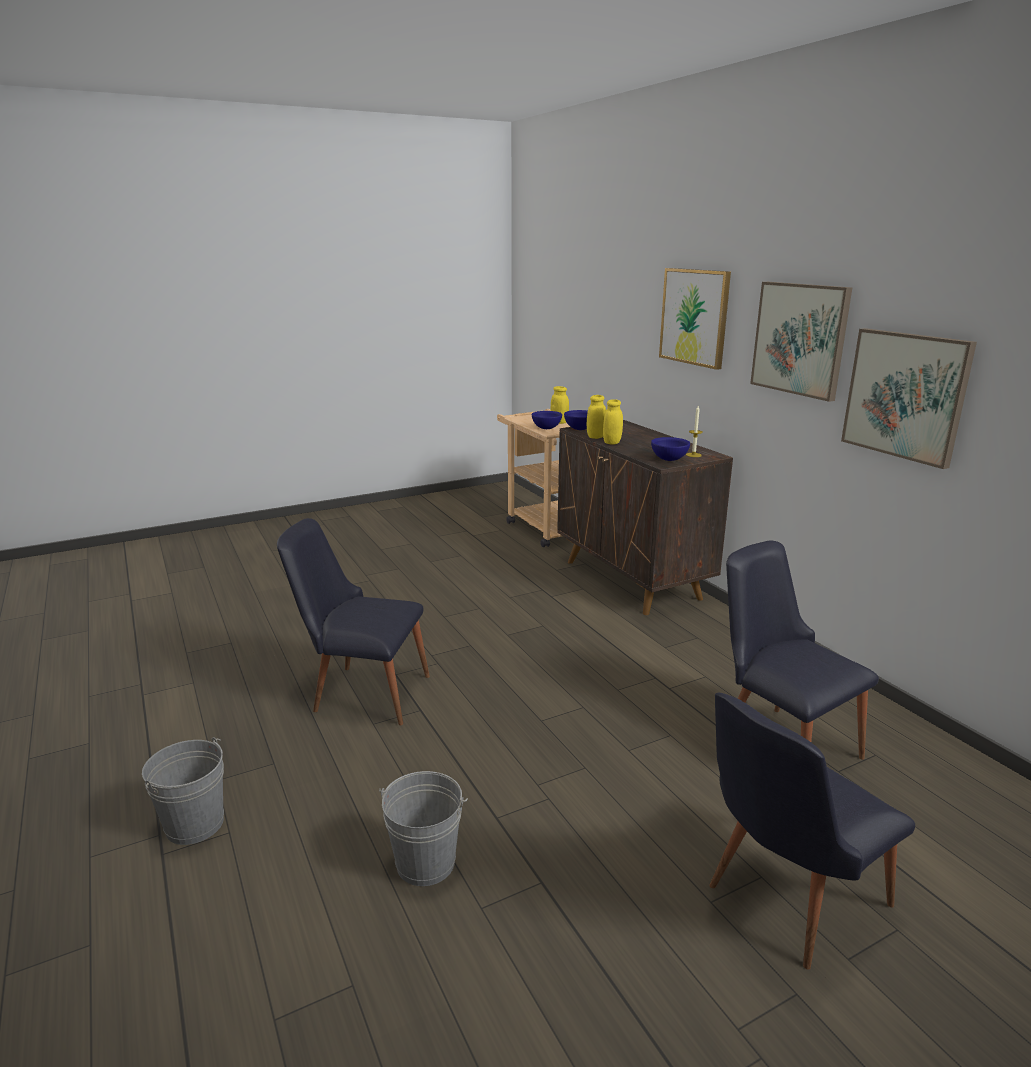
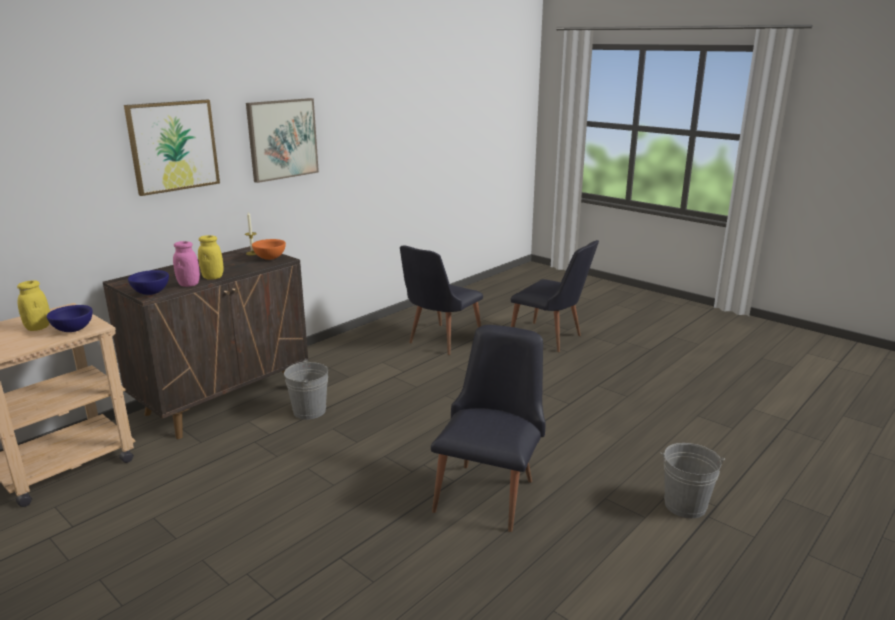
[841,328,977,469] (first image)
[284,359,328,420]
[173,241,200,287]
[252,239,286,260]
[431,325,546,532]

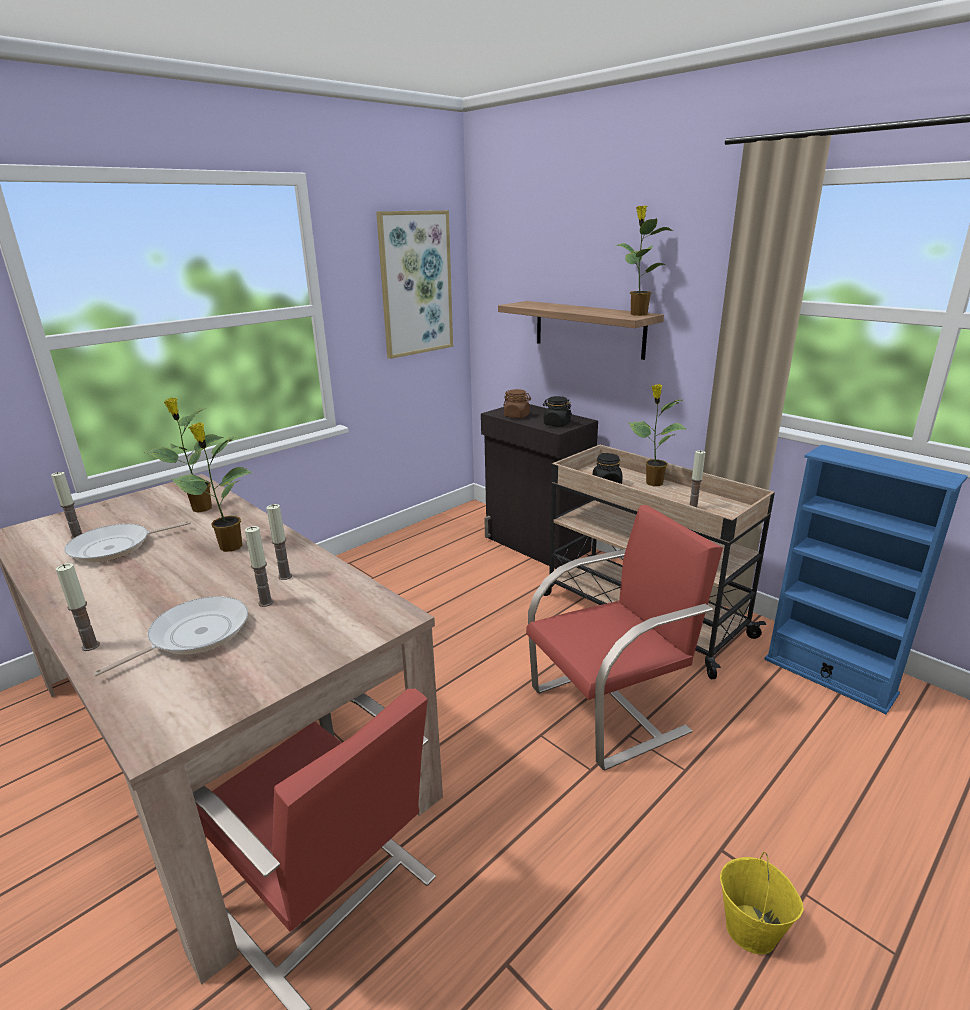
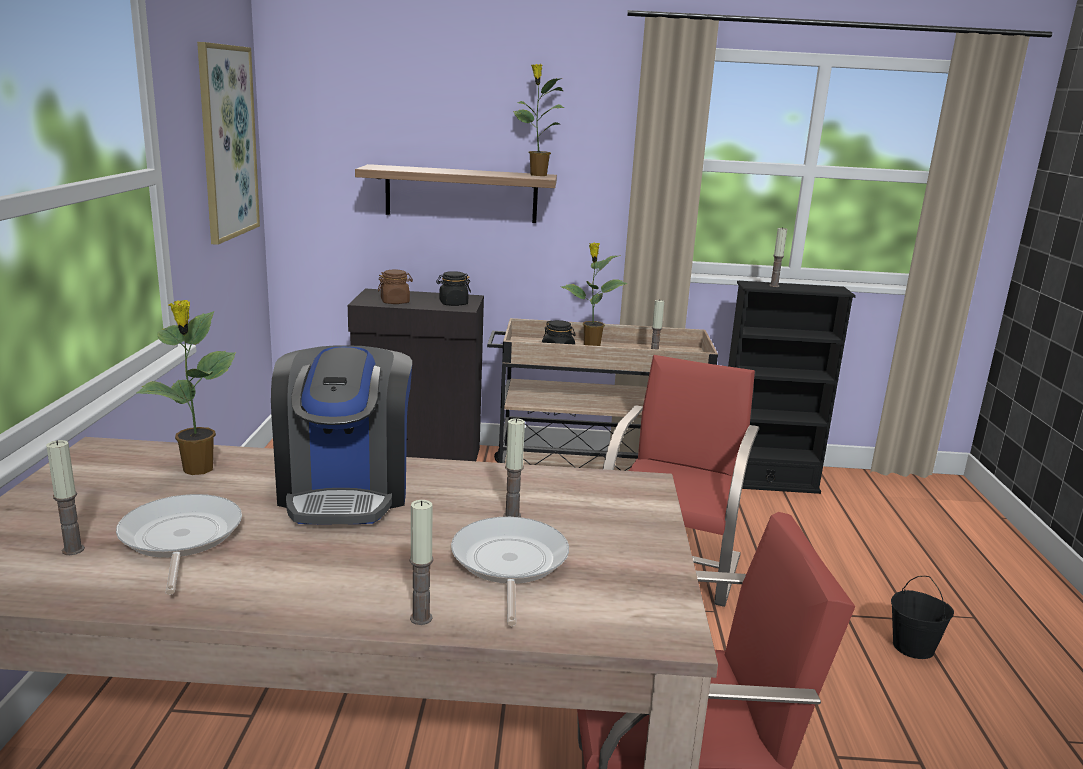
[769,228,787,287]
[271,345,412,524]
[891,576,954,659]
[728,281,856,494]
[116,494,242,595]

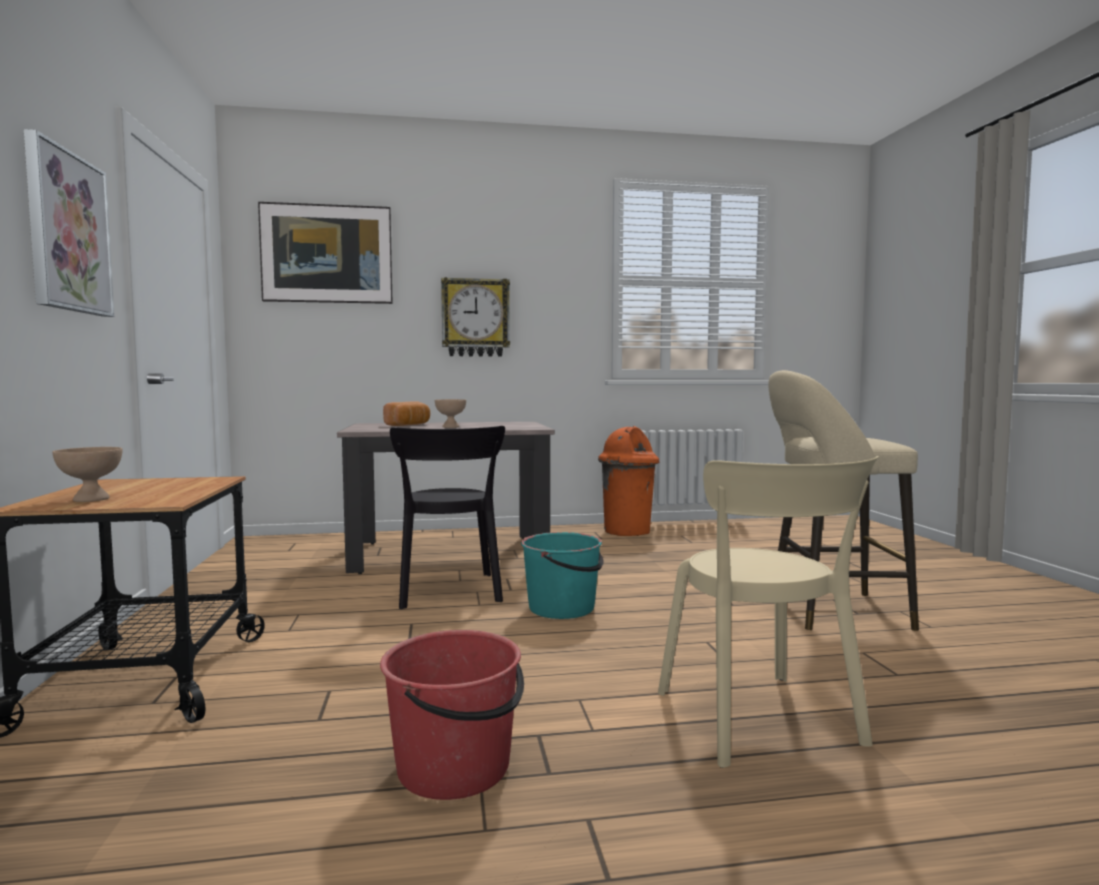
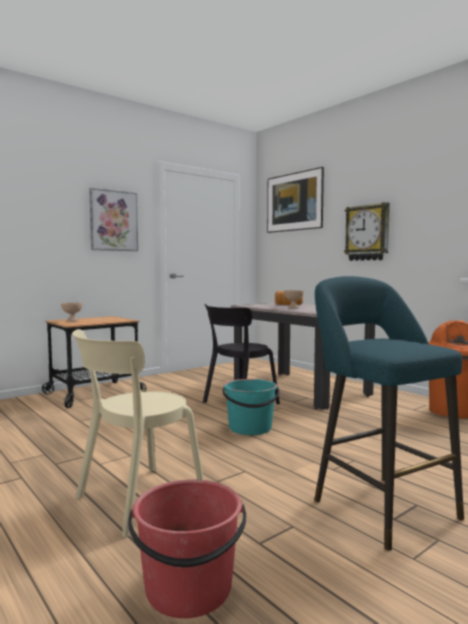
[128,480,246,618]
[314,276,464,551]

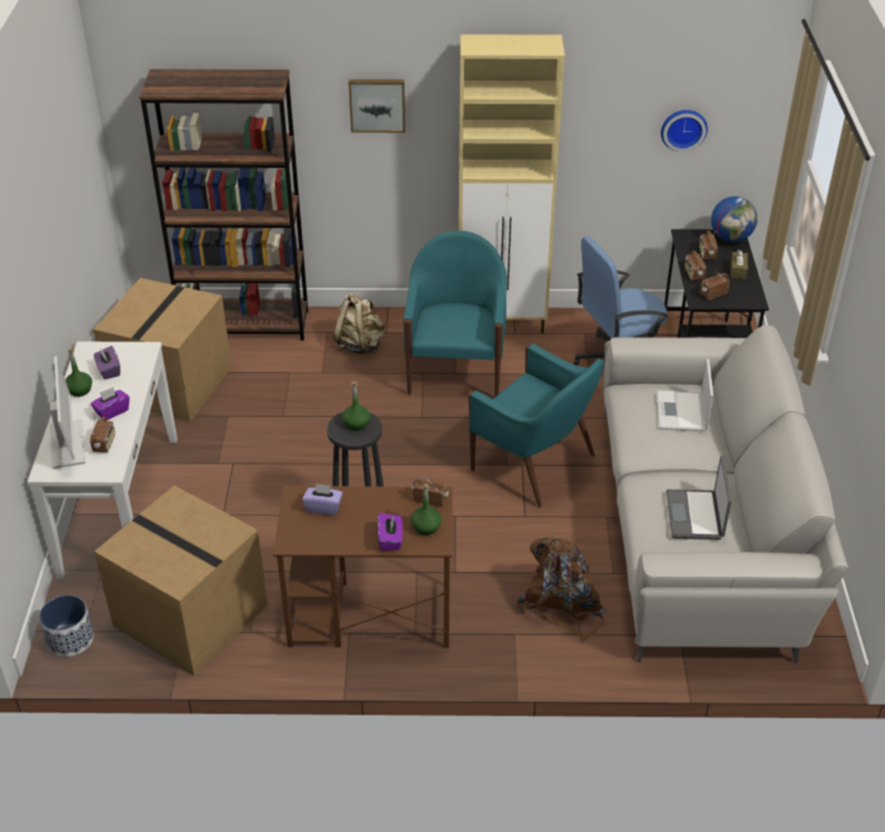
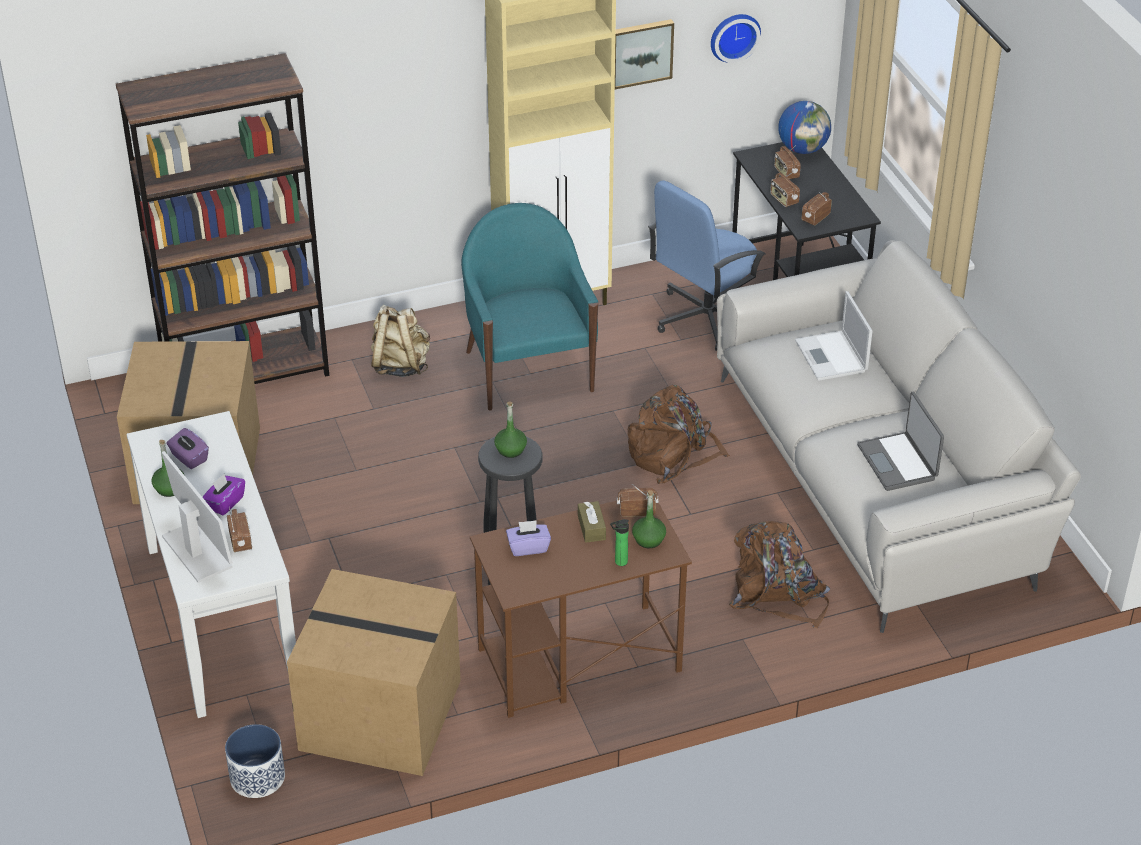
[615,19,674,89]
[578,501,606,543]
[610,519,629,566]
[627,385,730,484]

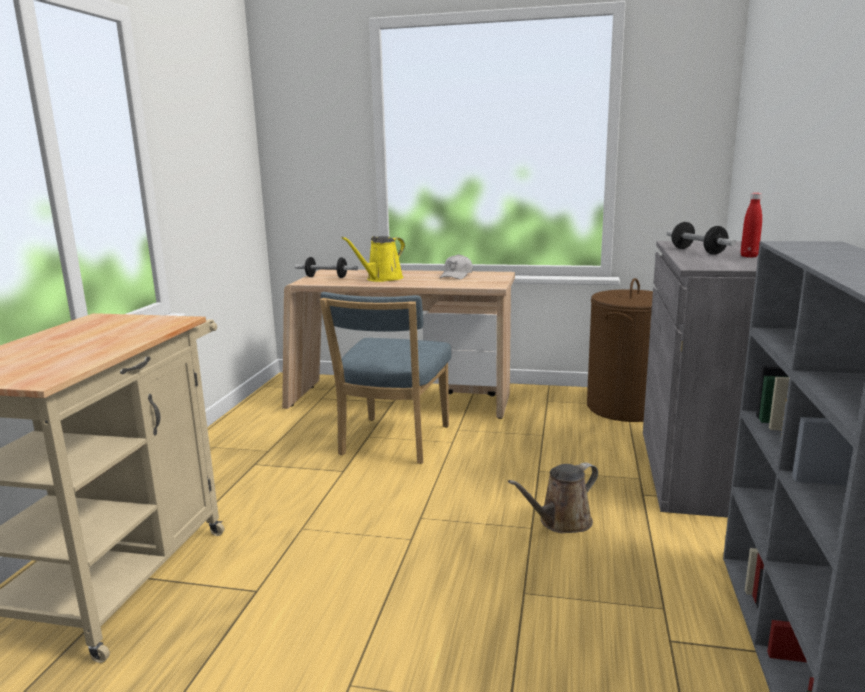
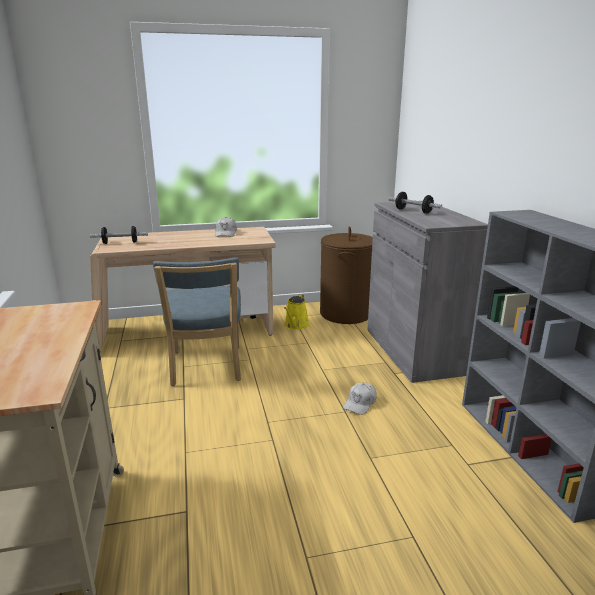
[741,193,762,258] (first image)
[284,294,310,330]
[343,383,377,415]

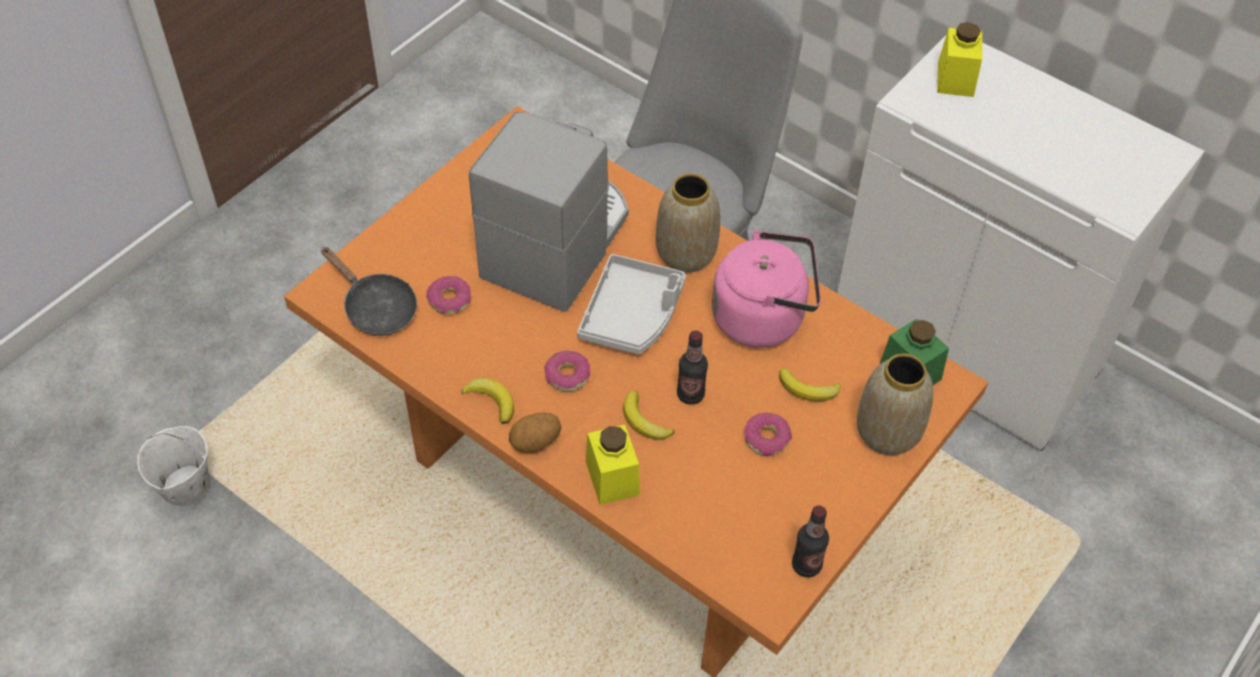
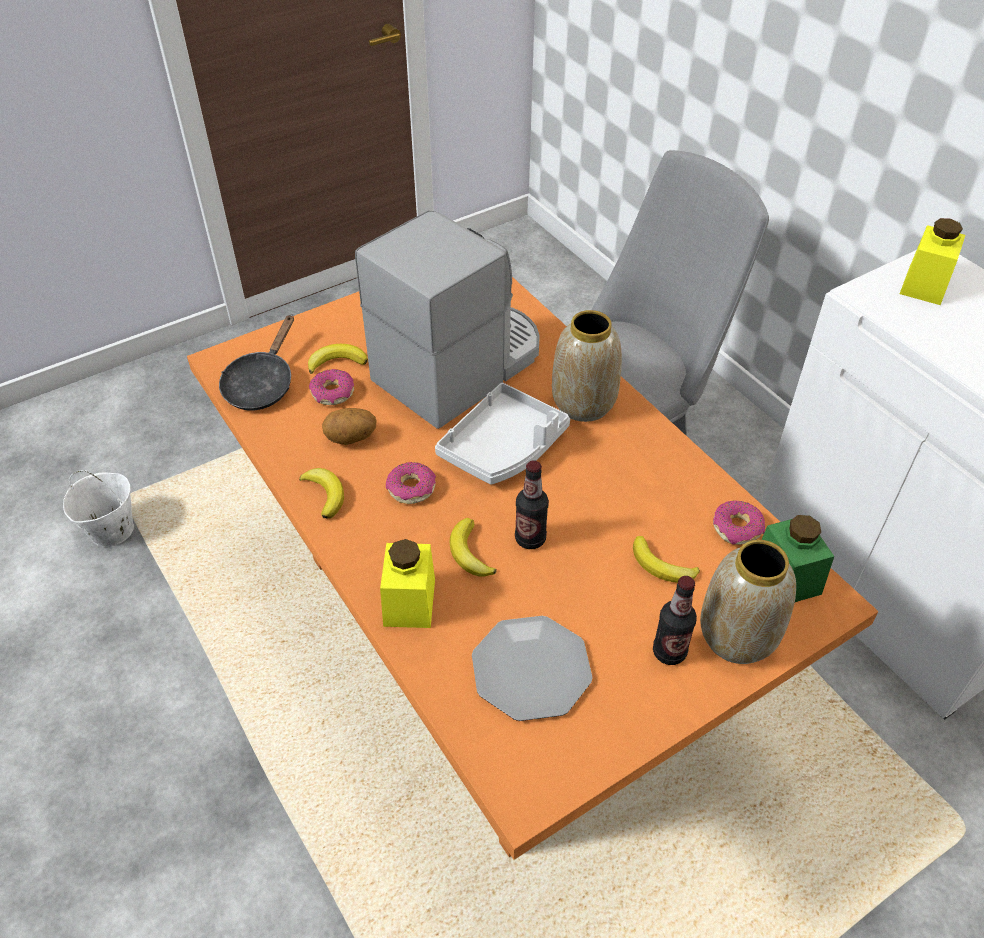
[712,230,821,348] (first image)
[308,344,368,374]
[472,616,593,721]
[322,408,376,445]
[713,500,765,545]
[653,576,697,665]
[219,315,294,411]

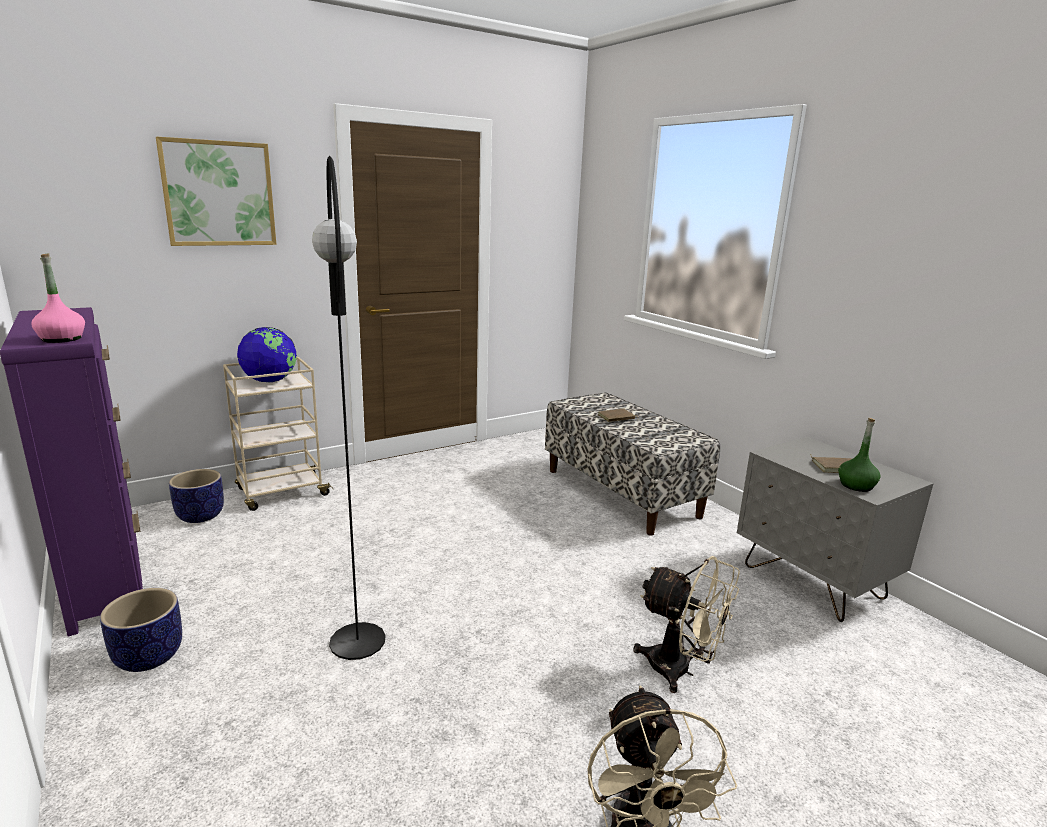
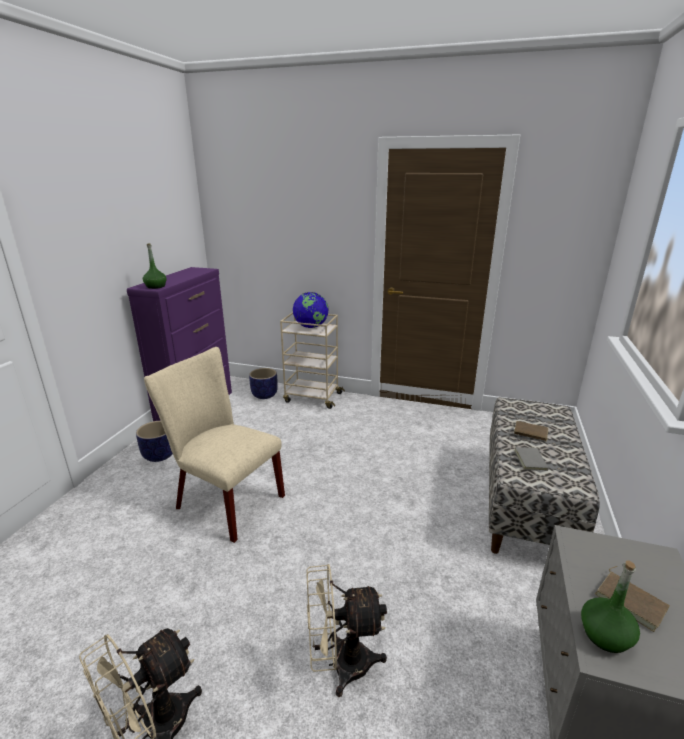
[156,136,277,246] (first image)
[515,447,549,471]
[144,347,285,543]
[143,243,167,289]
[306,564,387,697]

